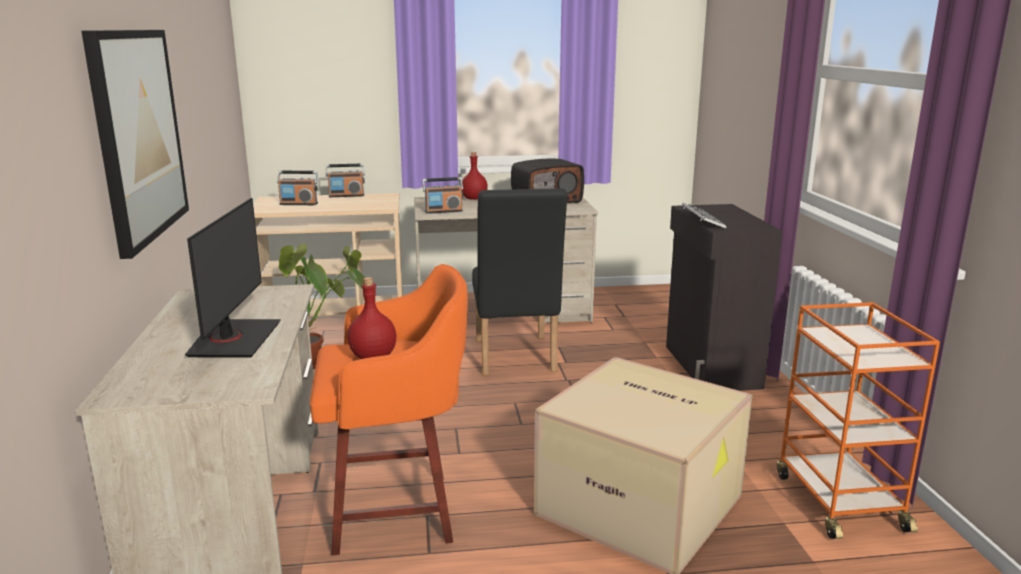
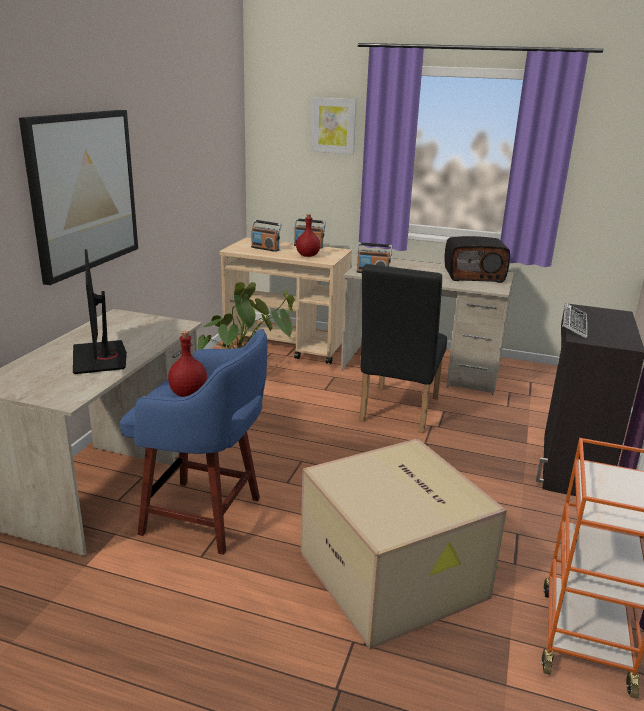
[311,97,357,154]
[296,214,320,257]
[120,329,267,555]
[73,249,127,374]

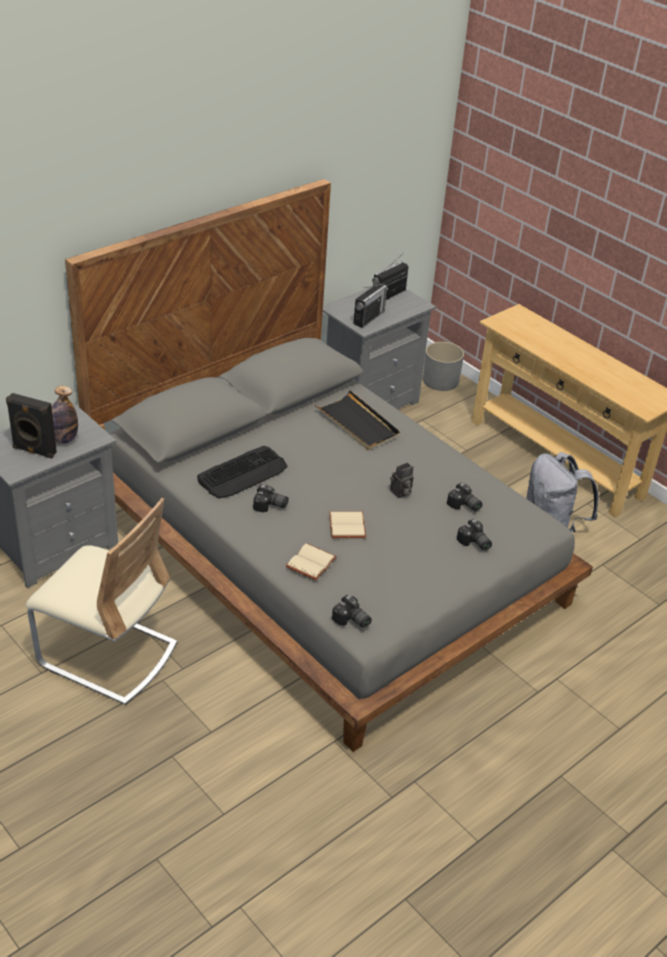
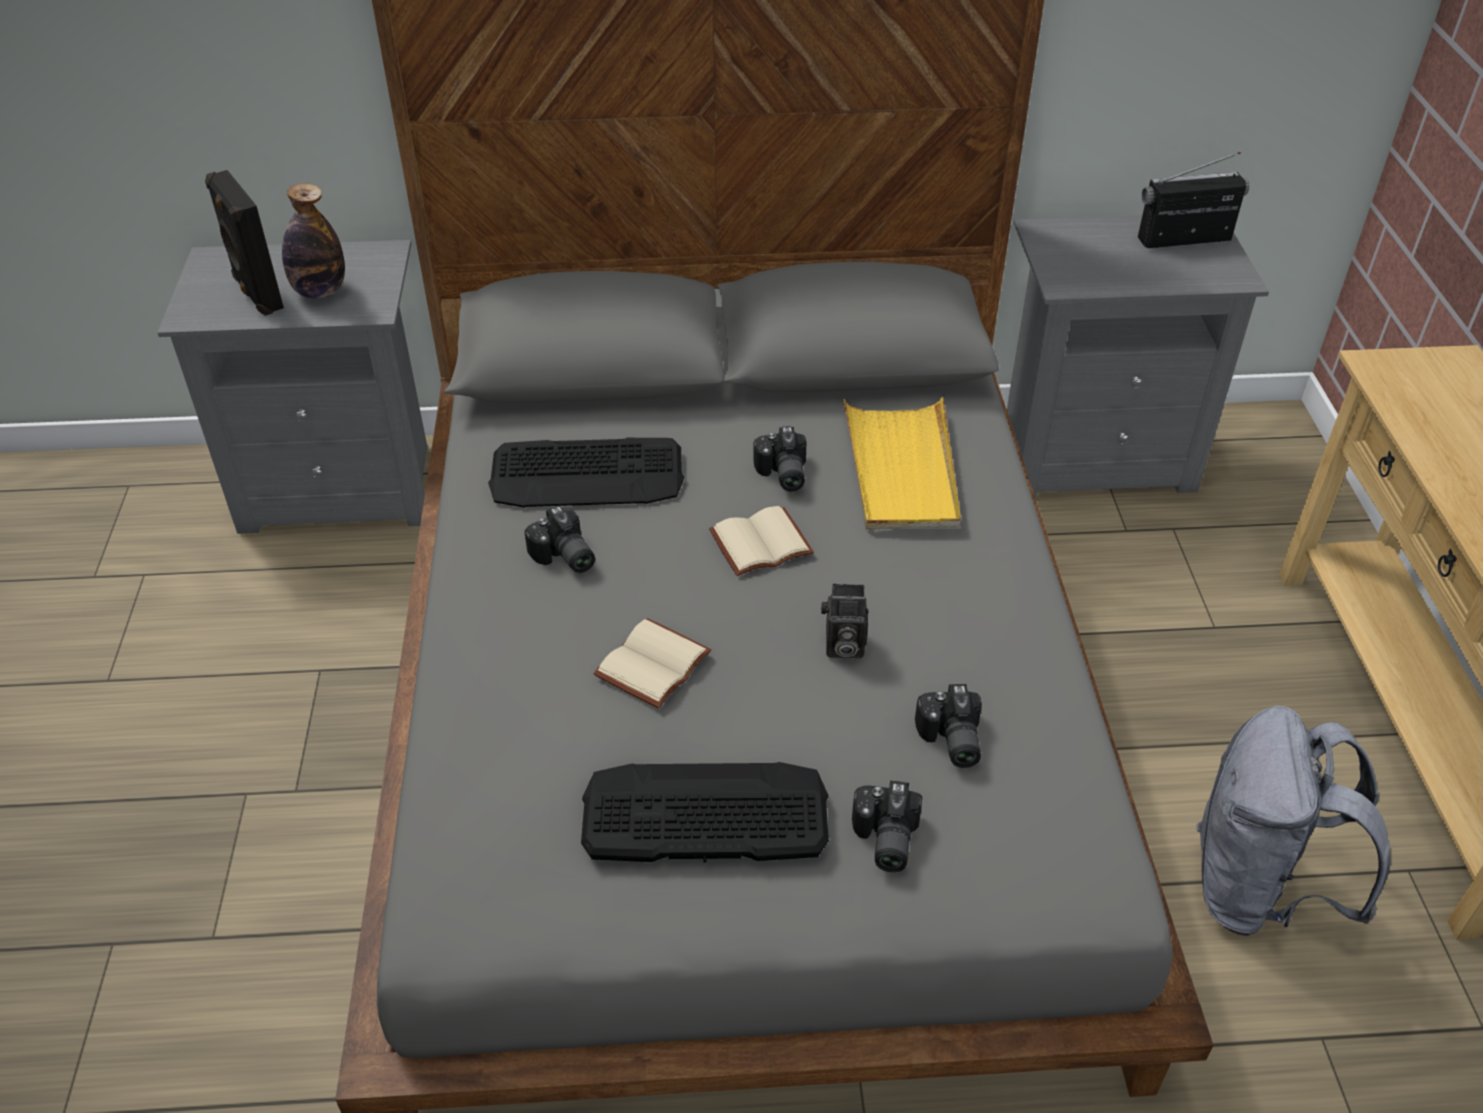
[26,498,177,705] (first image)
[353,283,388,328] (first image)
[423,342,464,391] (first image)
[581,762,829,863]
[709,506,814,576]
[753,426,806,492]
[843,397,961,529]

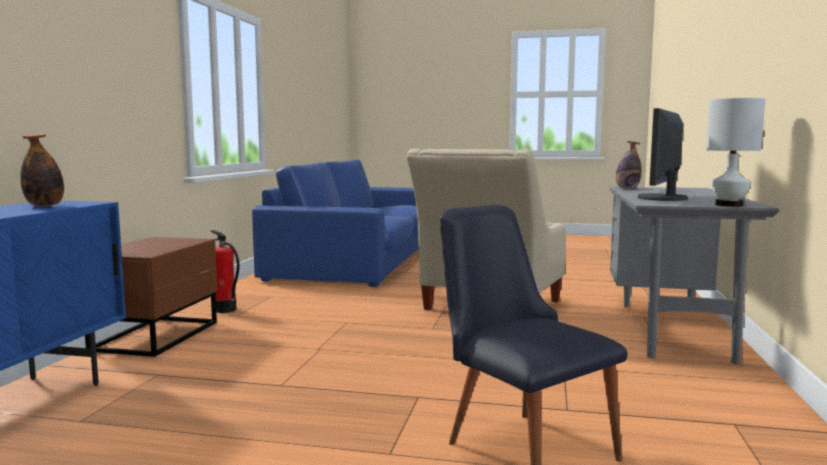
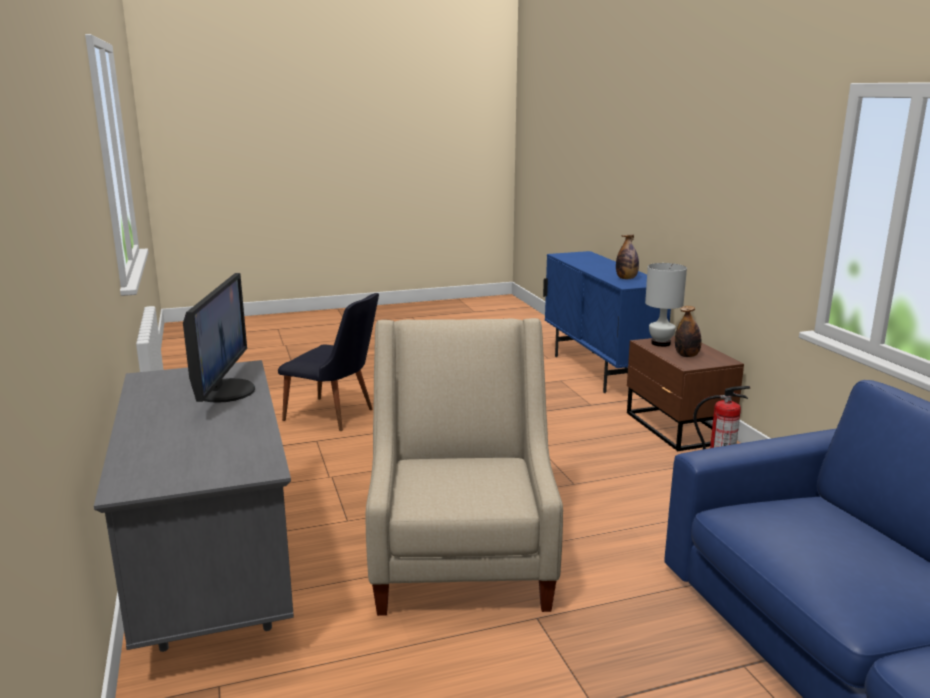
[675,306,702,357]
[645,263,687,347]

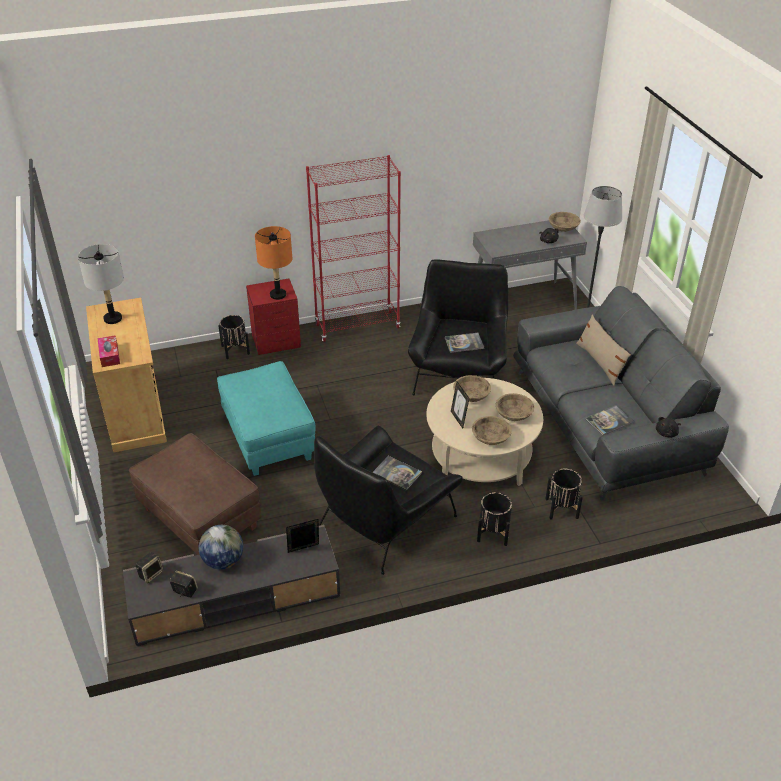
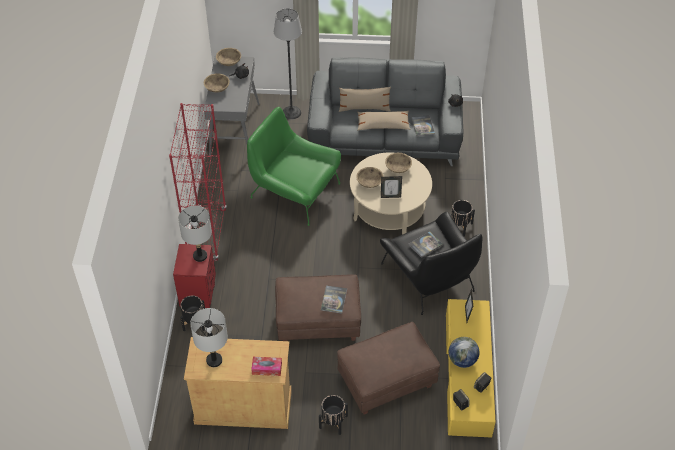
[357,111,411,130]
[321,286,347,314]
[204,73,230,93]
[319,395,348,435]
[446,299,496,438]
[275,275,361,341]
[178,206,212,262]
[247,107,341,226]

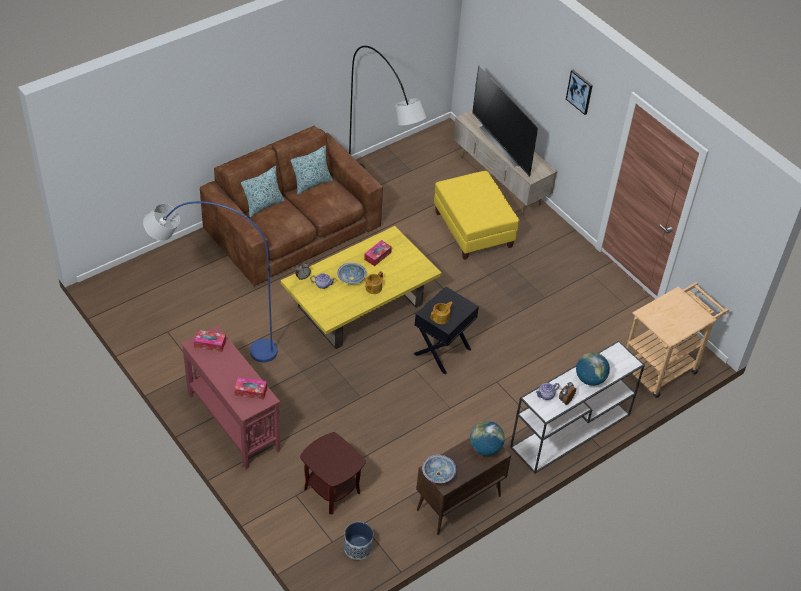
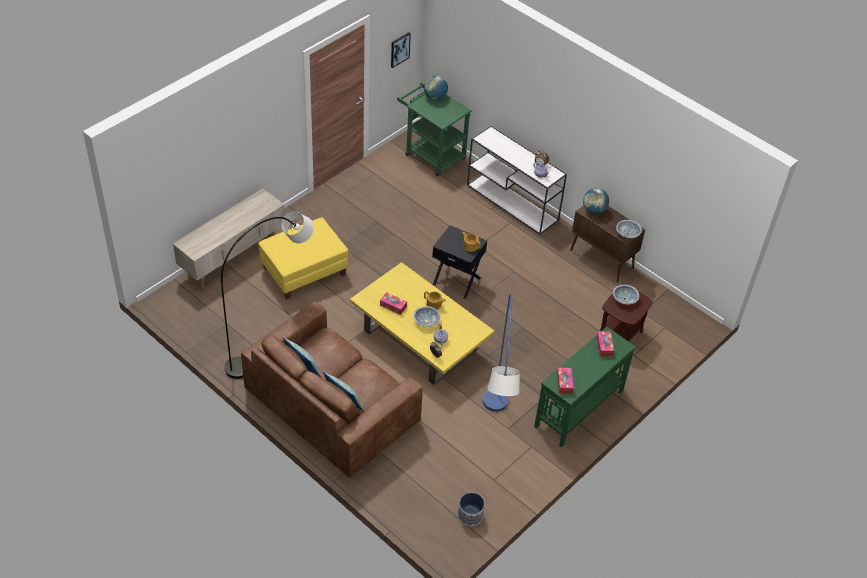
[472,65,538,177] (first image)
[613,284,639,304]
[458,492,485,526]
[391,32,411,68]
[424,76,448,100]
[534,327,636,447]
[397,83,472,176]

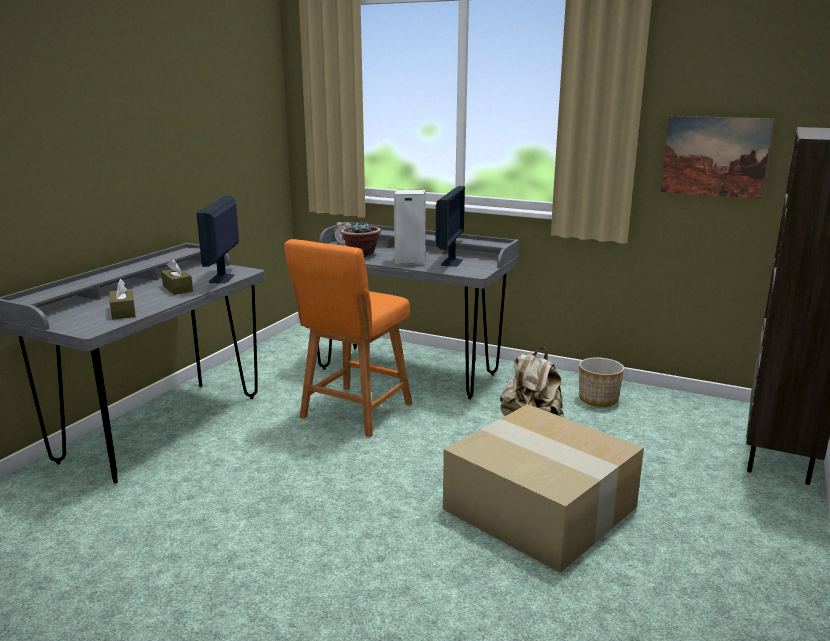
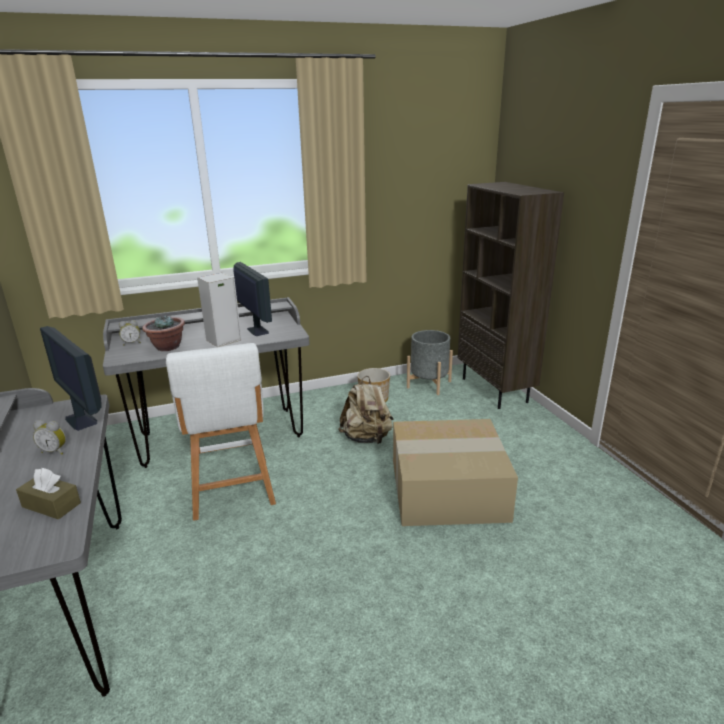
[661,116,774,199] (first image)
[407,330,453,395]
[33,420,66,455]
[166,343,276,521]

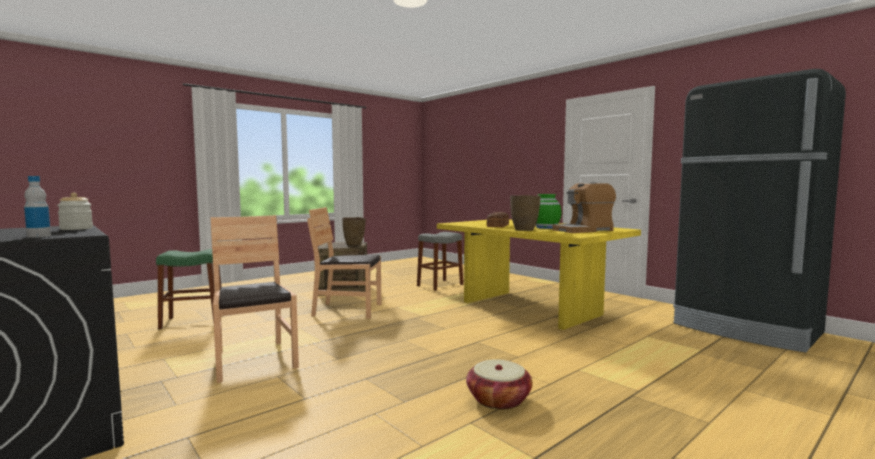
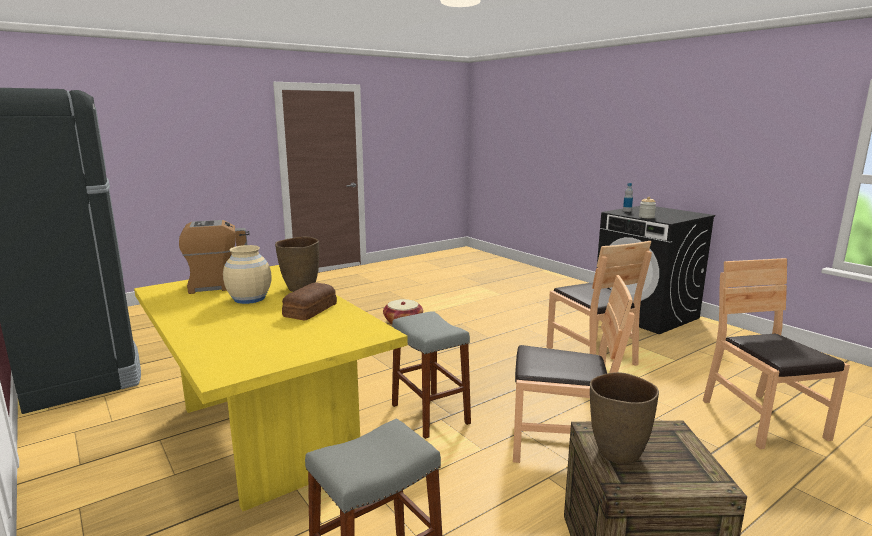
[392,311,471,439]
[703,258,850,449]
[223,245,272,304]

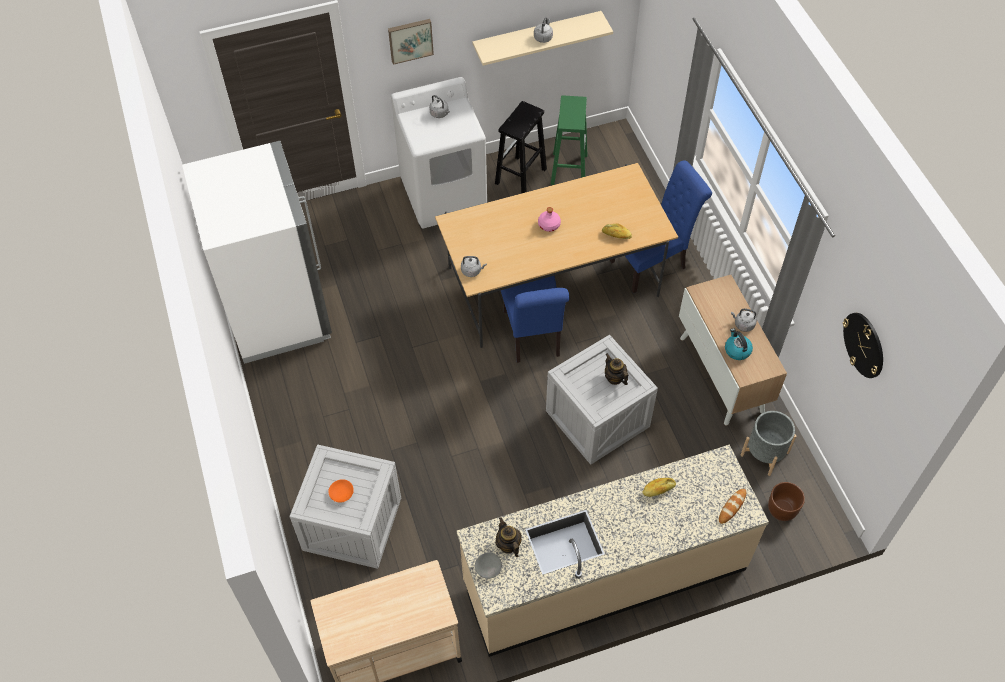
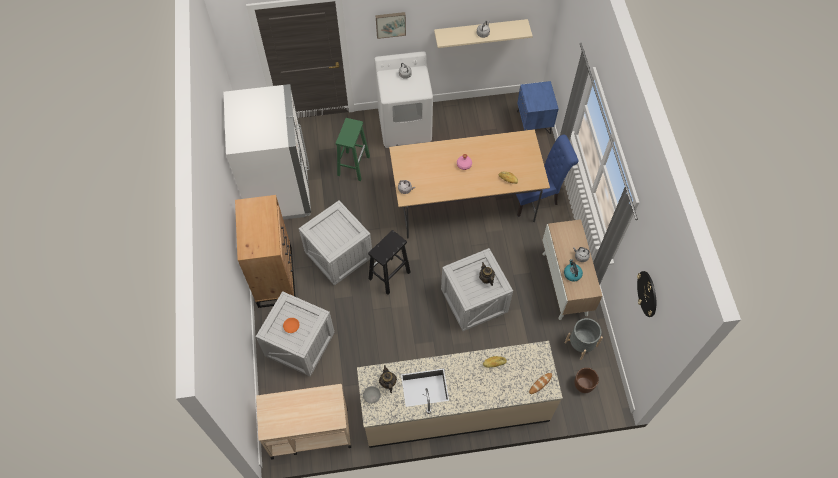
[501,275,569,363] (first image)
[235,195,296,308]
[299,200,372,286]
[517,81,559,134]
[368,230,411,295]
[336,118,370,181]

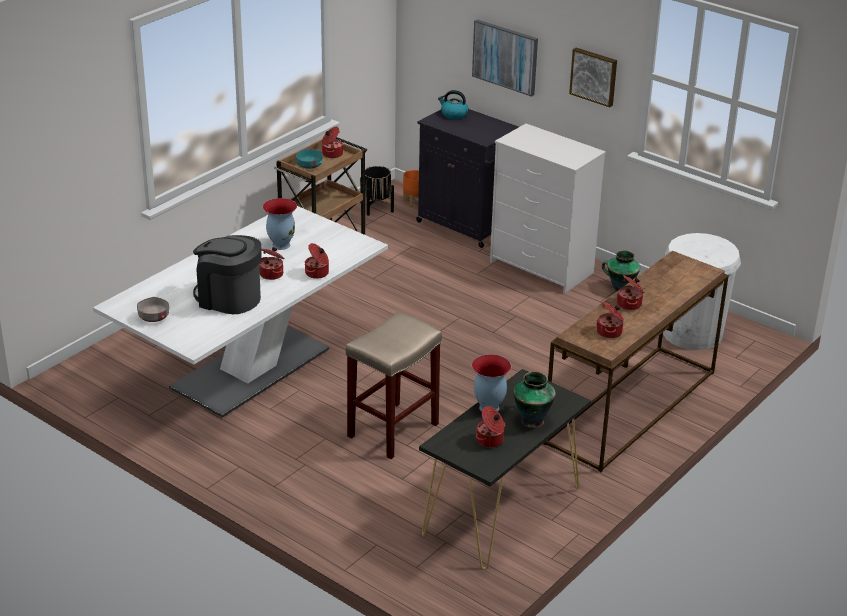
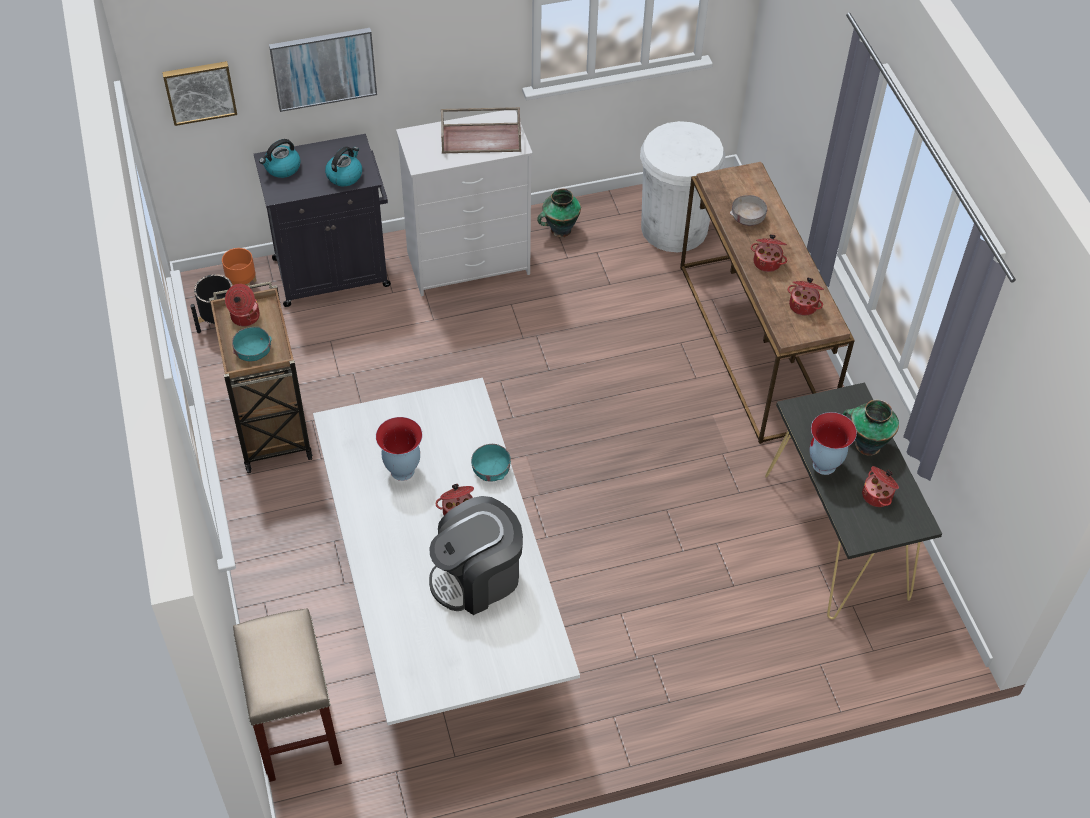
[325,146,362,186]
[441,107,521,153]
[730,195,768,226]
[233,608,342,782]
[162,61,237,126]
[471,444,511,481]

